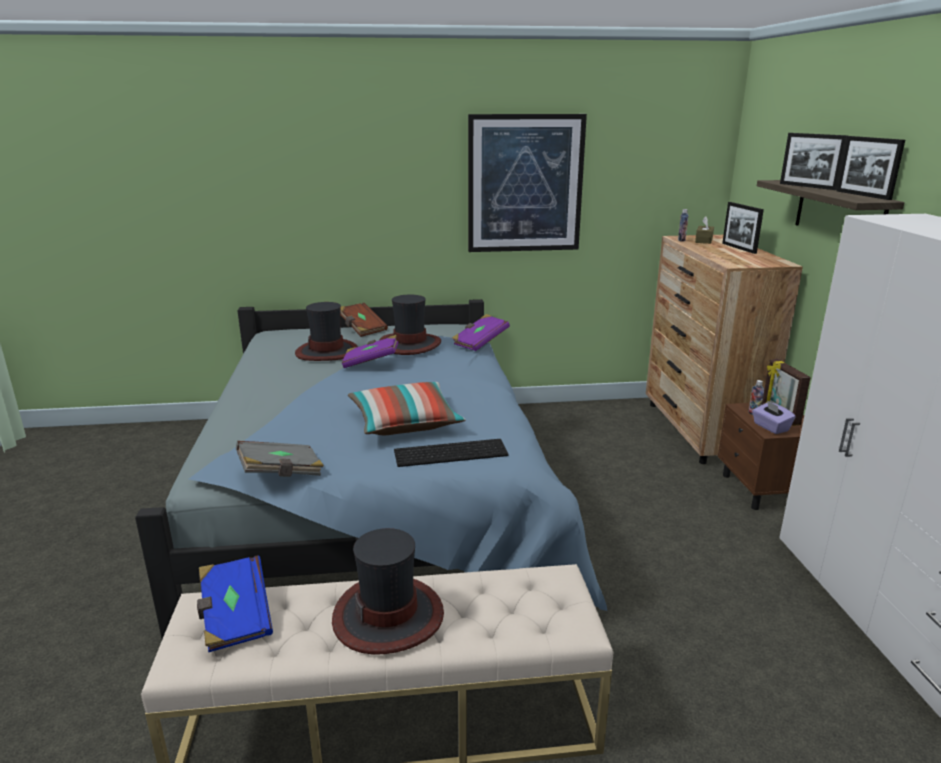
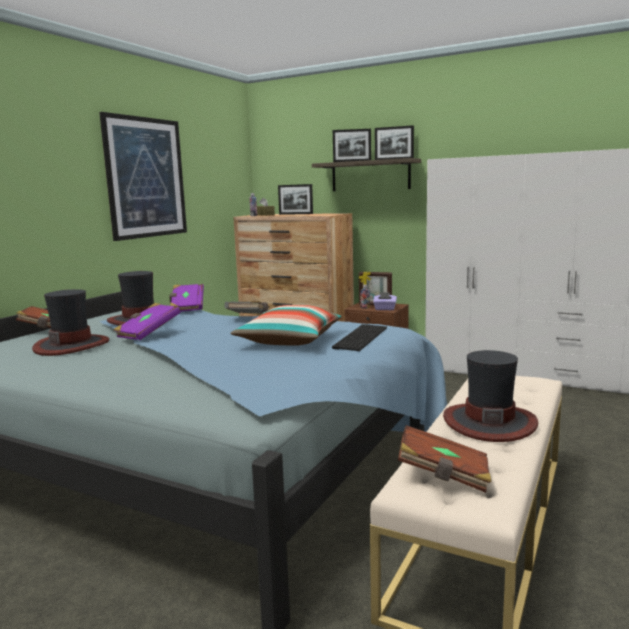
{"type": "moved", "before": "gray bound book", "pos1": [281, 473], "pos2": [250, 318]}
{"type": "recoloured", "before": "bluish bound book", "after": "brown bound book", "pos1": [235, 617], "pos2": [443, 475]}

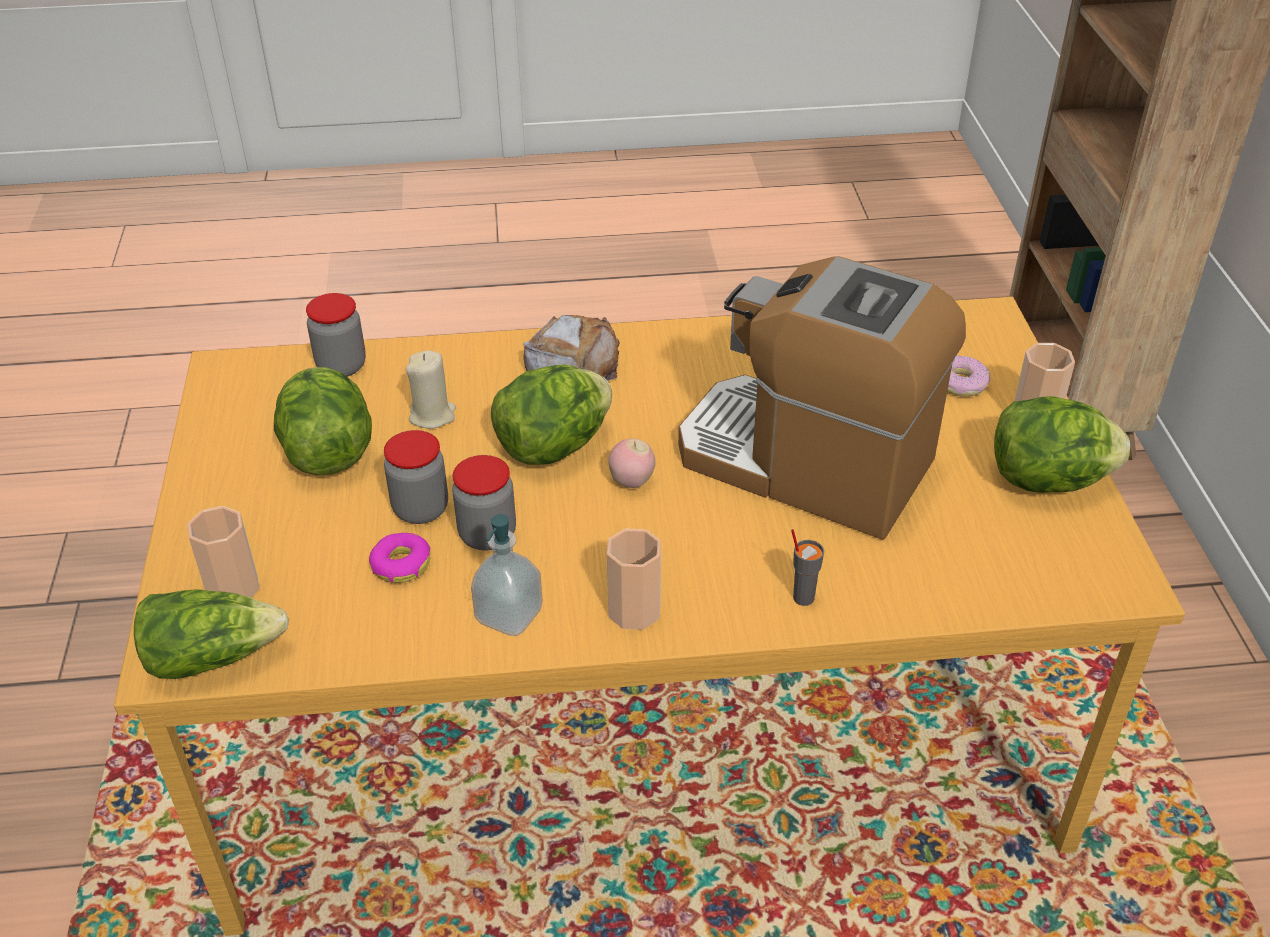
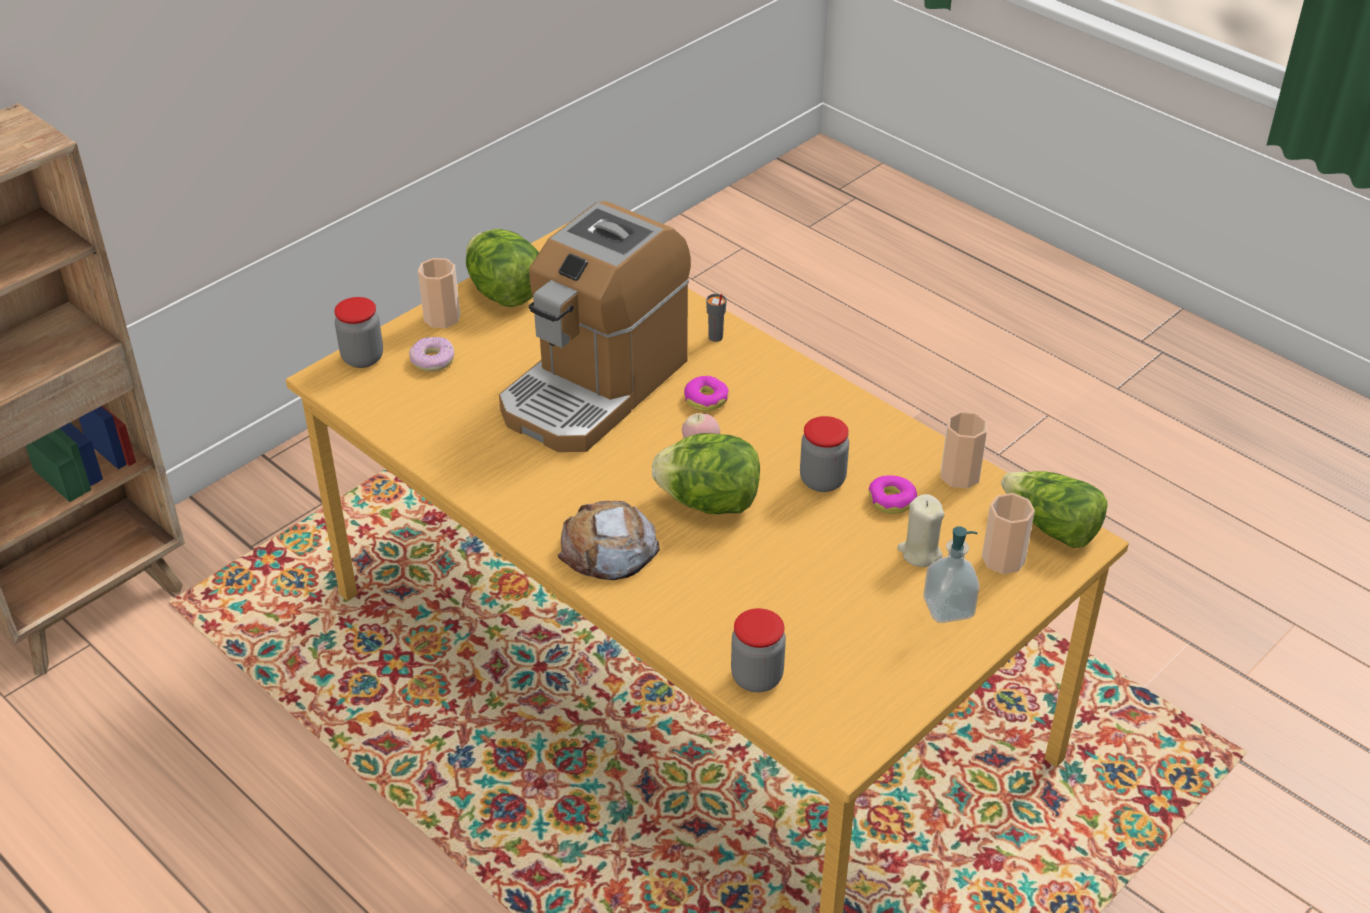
{"type": "removed", "before": "head of lettuce", "pos1": [328, 452]}
{"type": "added", "after": "doughnut", "pos2": [706, 399]}
{"type": "moved", "before": "storage jar", "pos1": [421, 509], "pos2": [362, 358]}
{"type": "moved", "before": "beige candle", "pos1": [432, 415], "pos2": [919, 552]}
{"type": "moved", "before": "soap bottle", "pos1": [509, 615], "pos2": [948, 608]}
{"type": "moved", "before": "cup", "pos1": [634, 610], "pos2": [960, 475]}
{"type": "turned", "before": "coffee machine", "pos1": [806, 463], "pos2": [594, 386], "turn": 45}

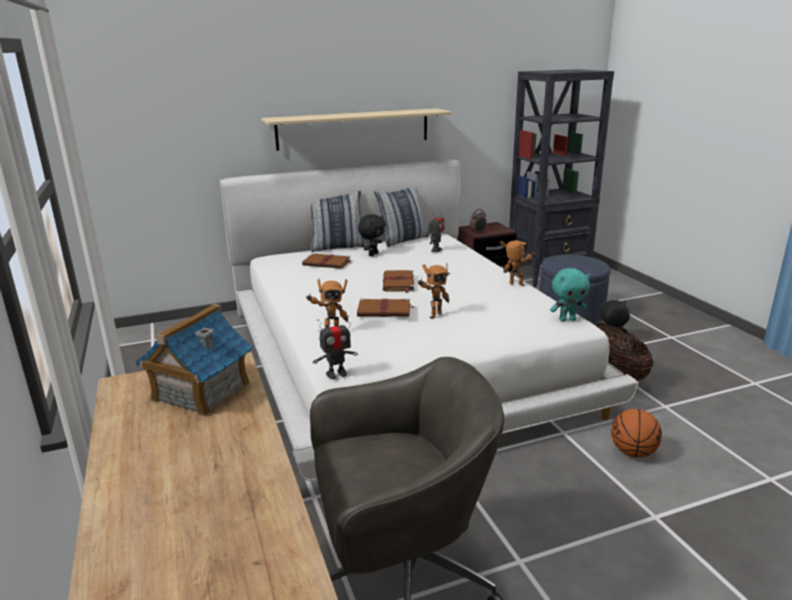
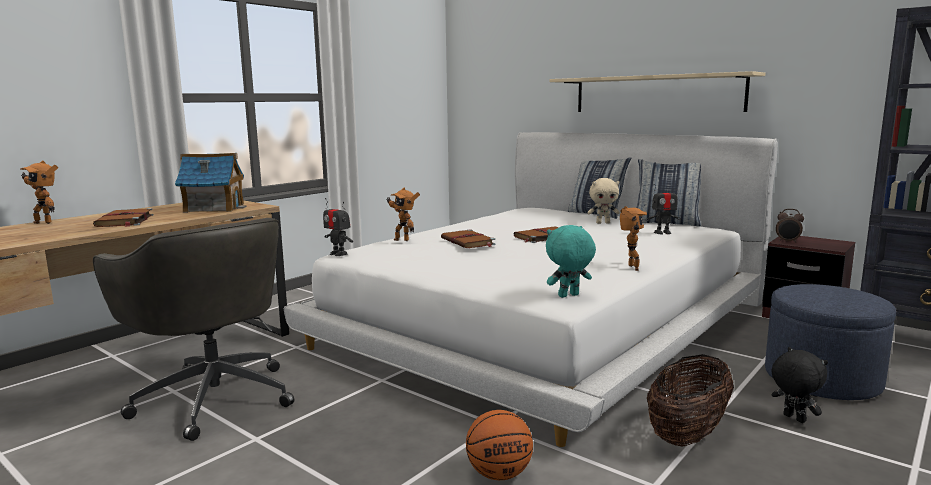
{"type": "moved", "before": "brown bound book", "pos1": [327, 263], "pos2": [125, 221]}
{"type": "moved", "before": "model robot", "pos1": [433, 315], "pos2": [44, 222]}
{"type": "recoloured", "before": "blackish soft toy", "after": "beige soft toy", "pos1": [372, 254], "pos2": [603, 223]}
{"type": "turned", "before": "turquoise-coloured soft toy", "pos1": [567, 320], "pos2": [569, 296], "turn": 105}

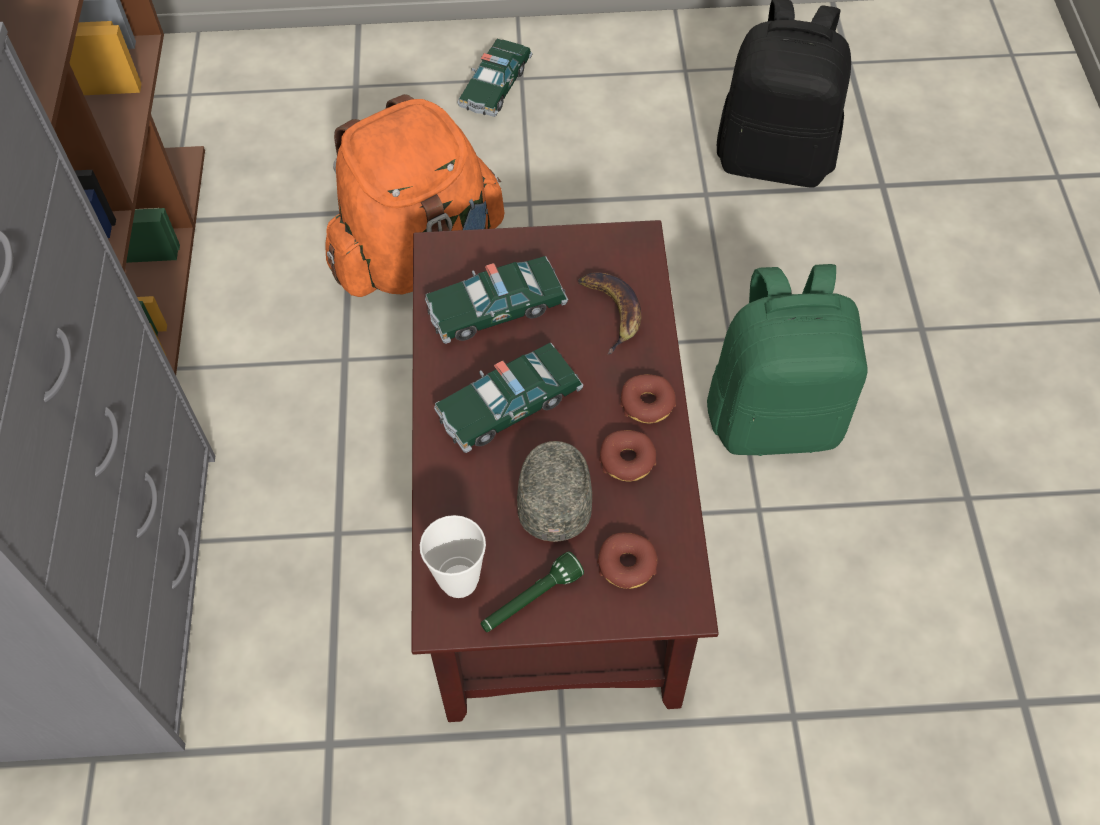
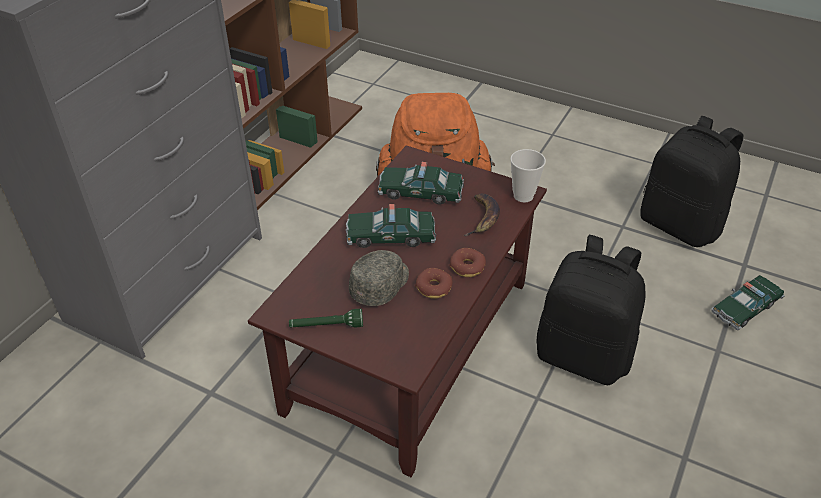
{"type": "removed", "before": "doughnut", "pos1": [627, 565]}
{"type": "moved", "before": "cup", "pos1": [459, 581], "pos2": [523, 196]}
{"type": "moved", "before": "toy car", "pos1": [496, 86], "pos2": [745, 308]}
{"type": "recoloured", "before": "green-coloured knapsack", "after": "blackish knapsack", "pos1": [775, 417], "pos2": [583, 355]}

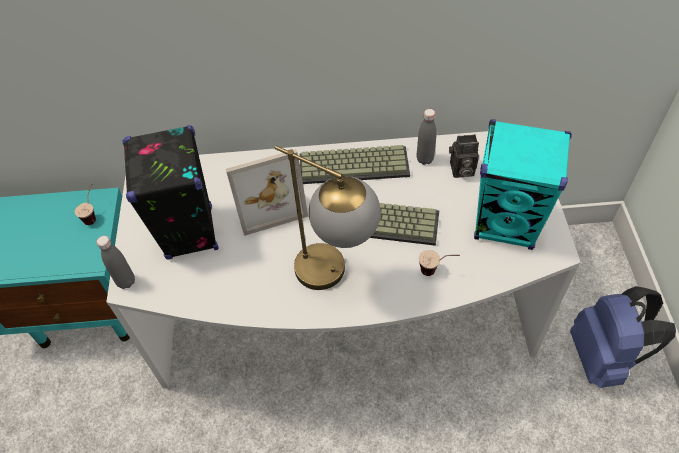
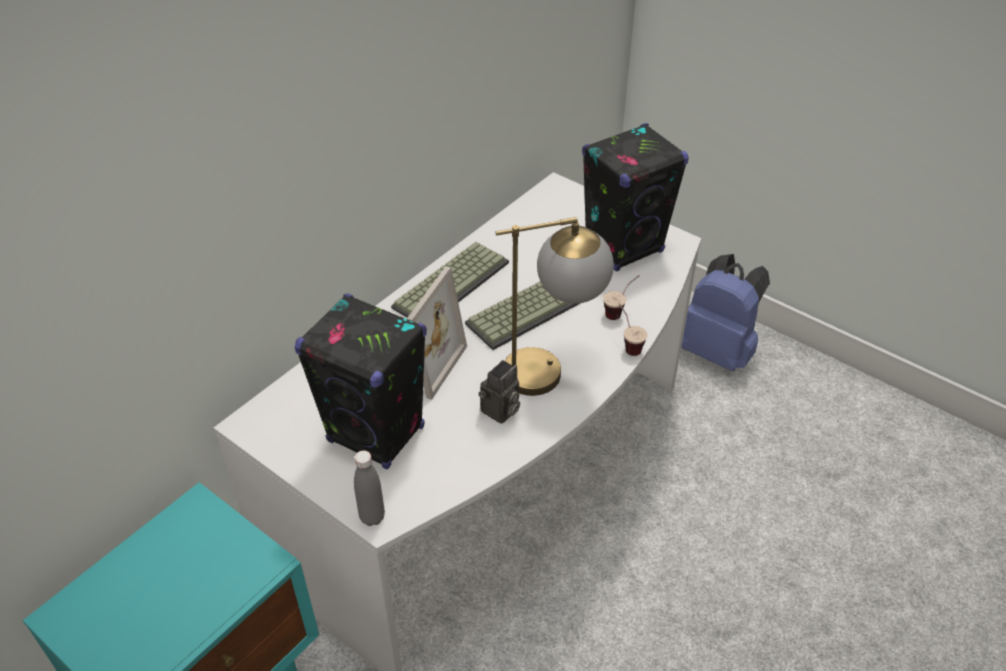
{"type": "removed", "before": "gray bottle", "pos1": [424, 159]}
{"type": "moved", "before": "cup", "pos1": [93, 214], "pos2": [627, 344]}
{"type": "moved", "before": "photo camera", "pos1": [461, 170], "pos2": [500, 412]}
{"type": "recoloured", "before": "turquoise-coloured speaker", "after": "blackish speaker", "pos1": [506, 225], "pos2": [624, 248]}

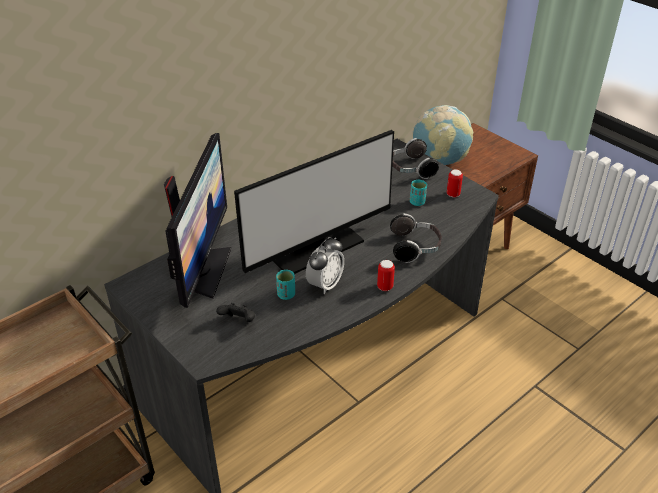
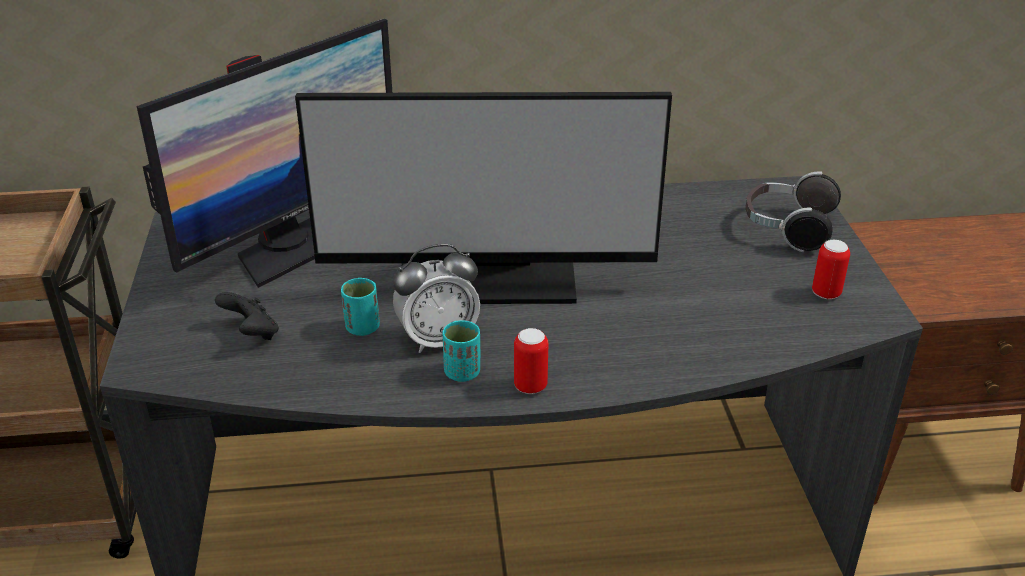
{"type": "removed", "before": "headphones", "pos1": [415, 248]}
{"type": "removed", "before": "desk globe", "pos1": [439, 160]}
{"type": "moved", "before": "turquoise-coloured cup", "pos1": [417, 202], "pos2": [462, 373]}

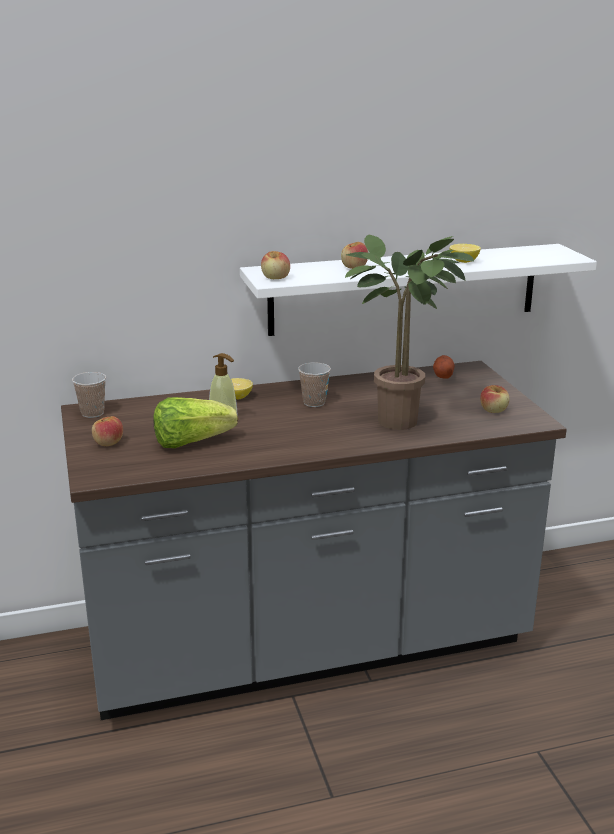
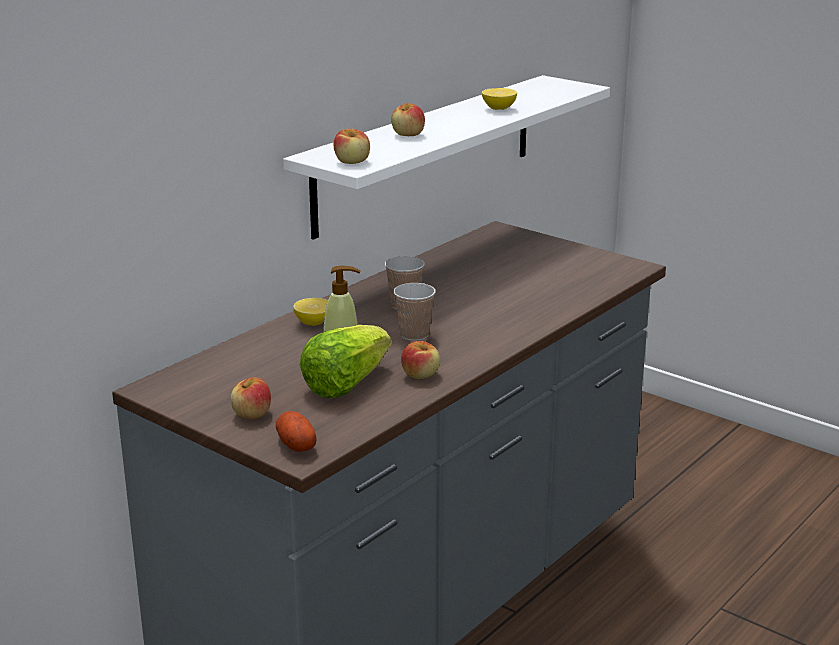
{"type": "removed", "before": "houseplant", "pos1": [405, 420]}
{"type": "moved", "before": "cup", "pos1": [92, 413], "pos2": [414, 335]}
{"type": "moved", "before": "spud", "pos1": [443, 375], "pos2": [296, 444]}
{"type": "moved", "before": "whole apple", "pos1": [494, 410], "pos2": [420, 374]}

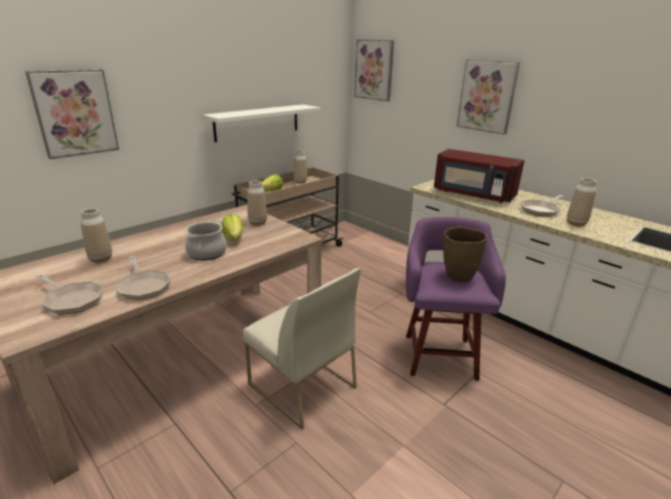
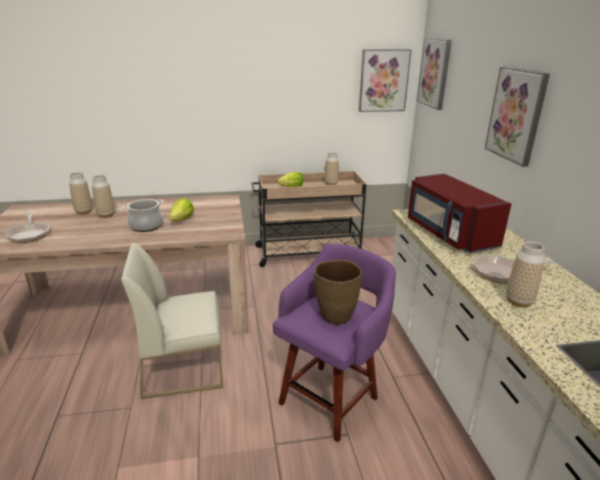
{"type": "removed", "before": "pan", "pos1": [143, 286]}
{"type": "removed", "before": "white-coloured shelf", "pos1": [257, 122]}
{"type": "moved", "before": "wall art", "pos1": [75, 113], "pos2": [383, 80]}
{"type": "moved", "before": "vase", "pos1": [257, 223], "pos2": [106, 215]}
{"type": "turned", "before": "white-coloured chair", "pos1": [301, 386], "pos2": [184, 367], "turn": 90}

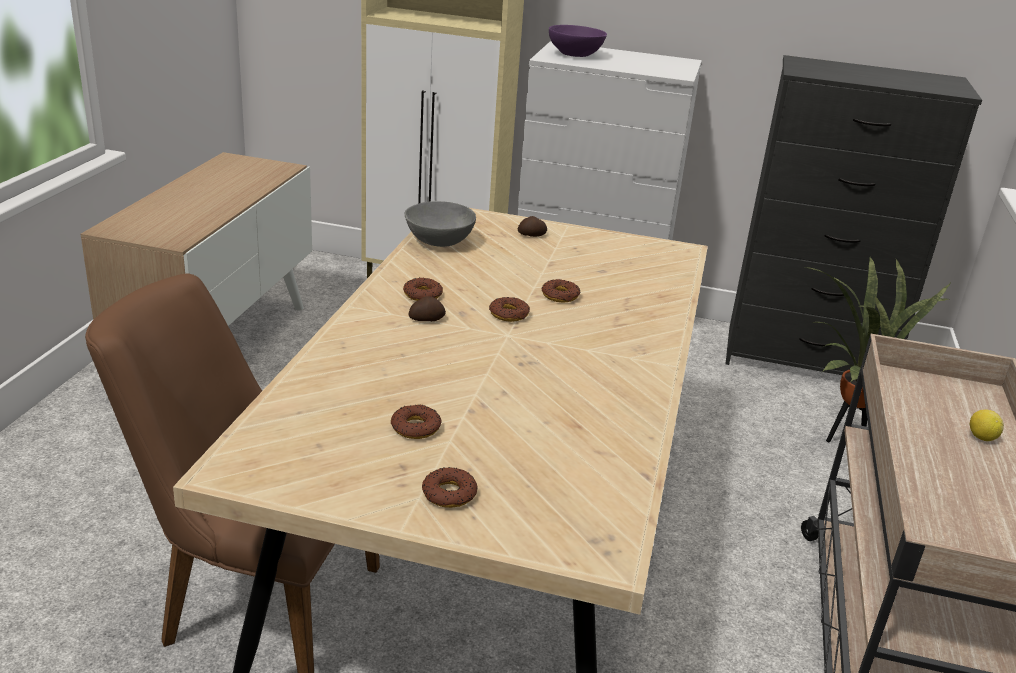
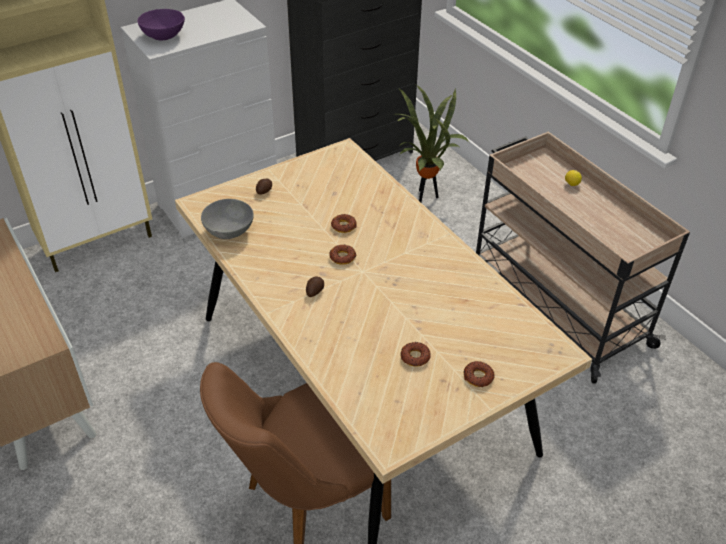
{"type": "removed", "before": "doughnut", "pos1": [422, 294]}

